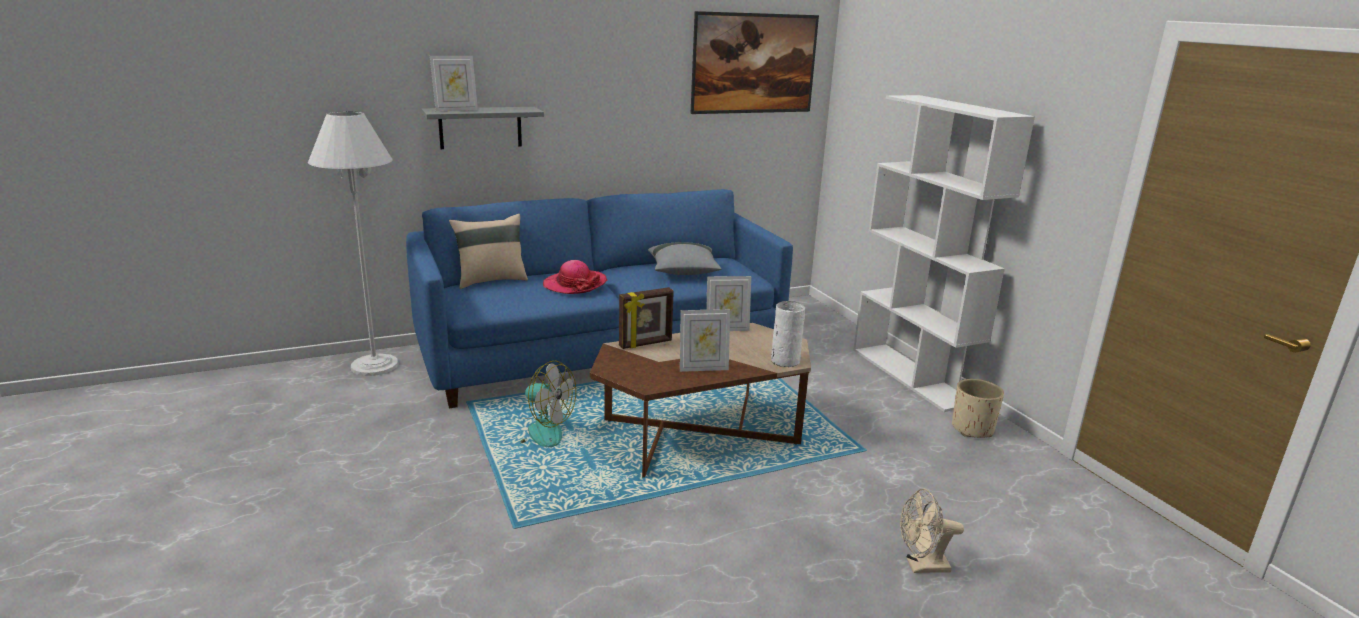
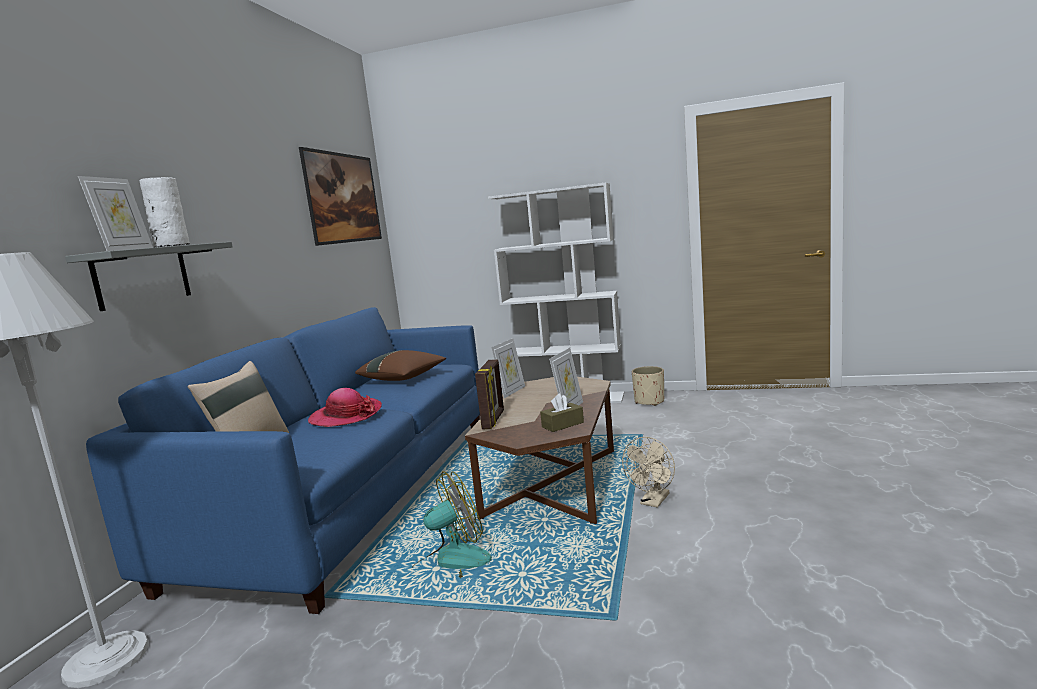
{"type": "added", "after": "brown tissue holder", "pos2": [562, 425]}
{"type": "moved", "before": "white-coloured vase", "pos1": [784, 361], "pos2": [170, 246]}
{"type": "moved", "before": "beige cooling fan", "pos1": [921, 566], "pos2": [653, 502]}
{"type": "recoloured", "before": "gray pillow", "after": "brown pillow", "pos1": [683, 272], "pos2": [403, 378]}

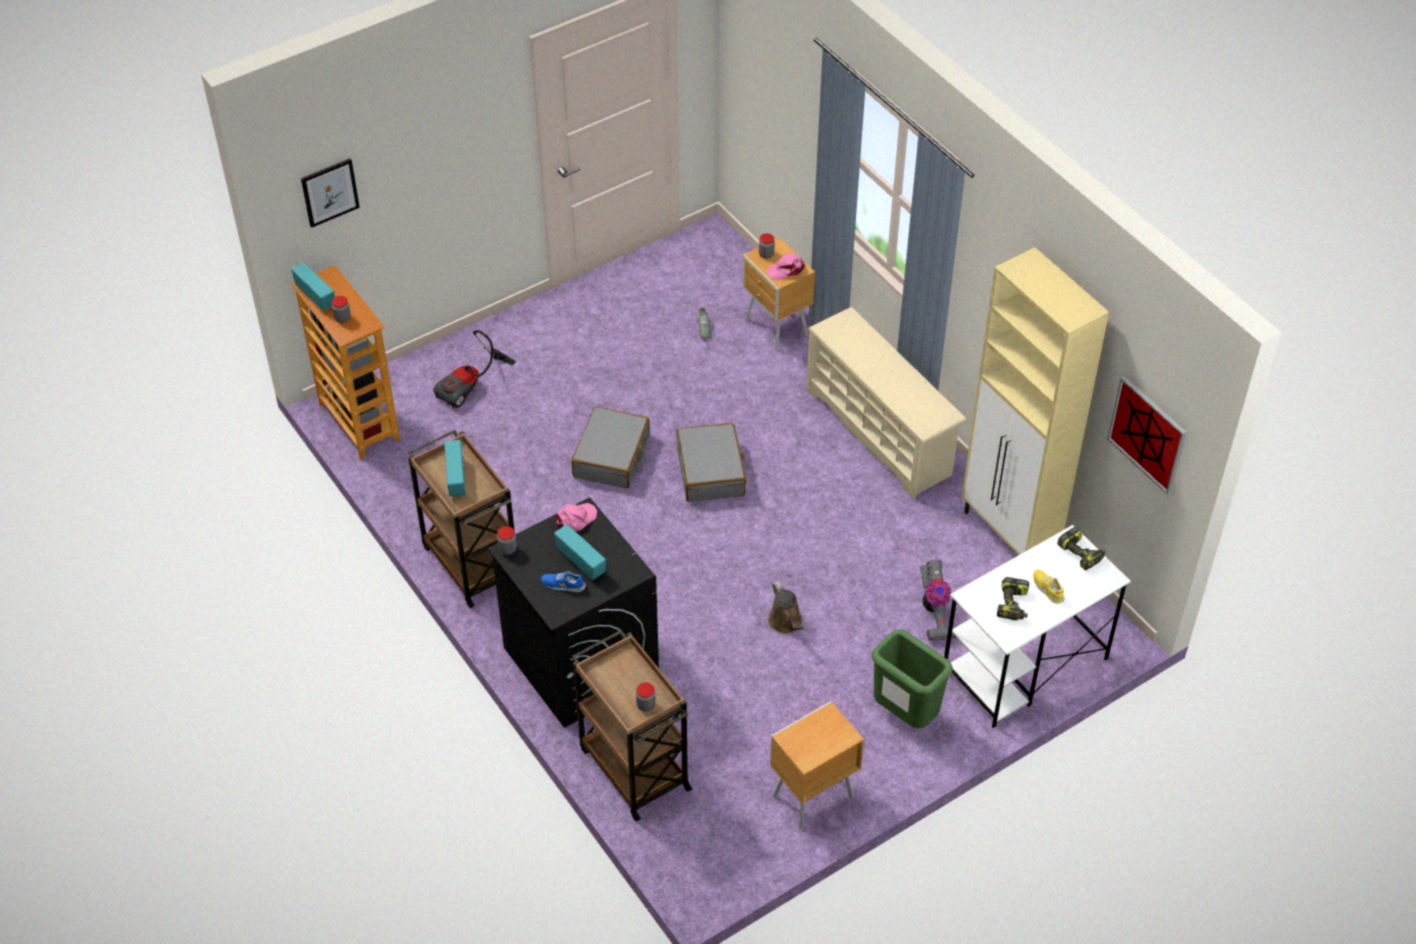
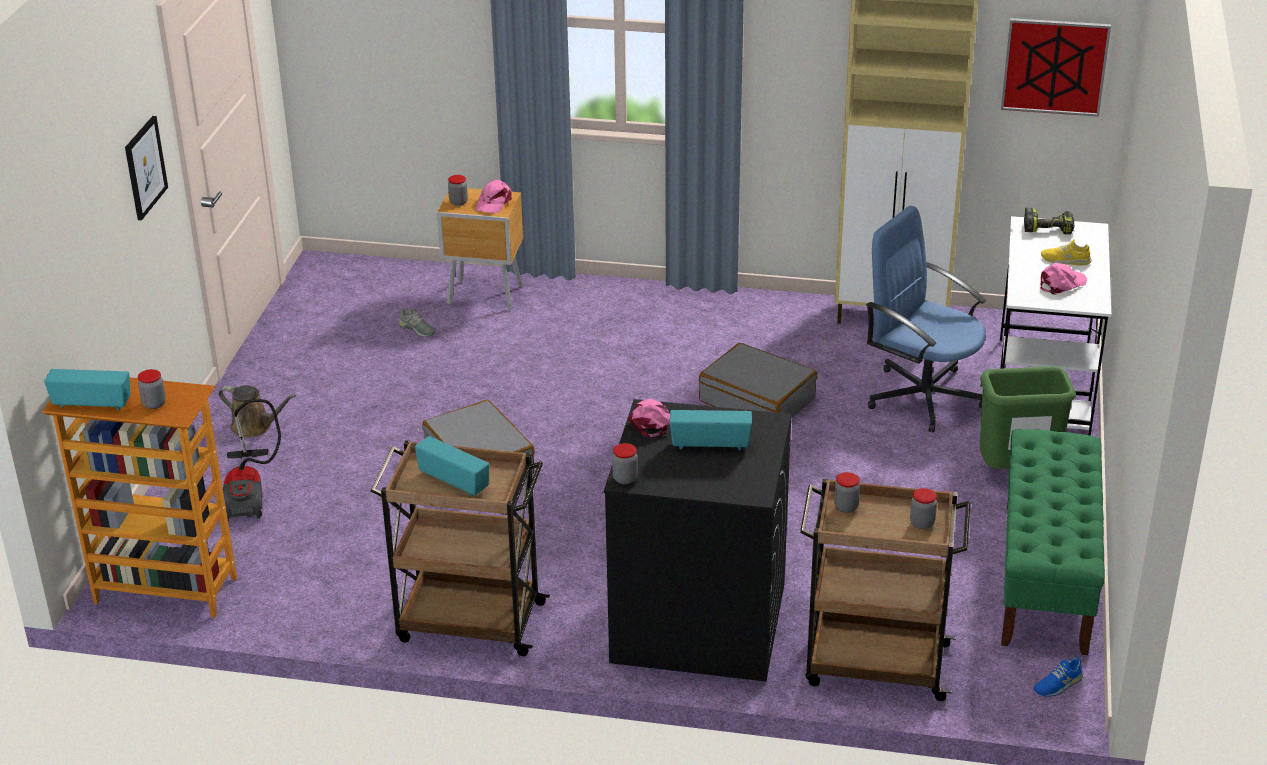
{"type": "removed", "before": "beige shoe stand", "pos1": [880, 432]}
{"type": "added", "after": "storage jar", "pos2": [846, 507]}
{"type": "moved", "before": "wall art", "pos1": [330, 192], "pos2": [145, 167]}
{"type": "moved", "before": "bluish item of footwear", "pos1": [563, 584], "pos2": [1058, 684]}
{"type": "moved", "before": "gray suitcase", "pos1": [711, 471], "pos2": [757, 400]}
{"type": "moved", "before": "brown sprinkling can", "pos1": [786, 623], "pos2": [255, 427]}
{"type": "replaced", "before": "brown night table", "after": "green-coloured bench", "pos1": [811, 797], "pos2": [1045, 577]}
{"type": "replaced", "before": "vacuum", "after": "bluish desk chair", "pos1": [934, 611], "pos2": [923, 396]}
{"type": "replaced", "before": "drill", "after": "pink-coloured cap", "pos1": [1013, 605], "pos2": [1061, 284]}

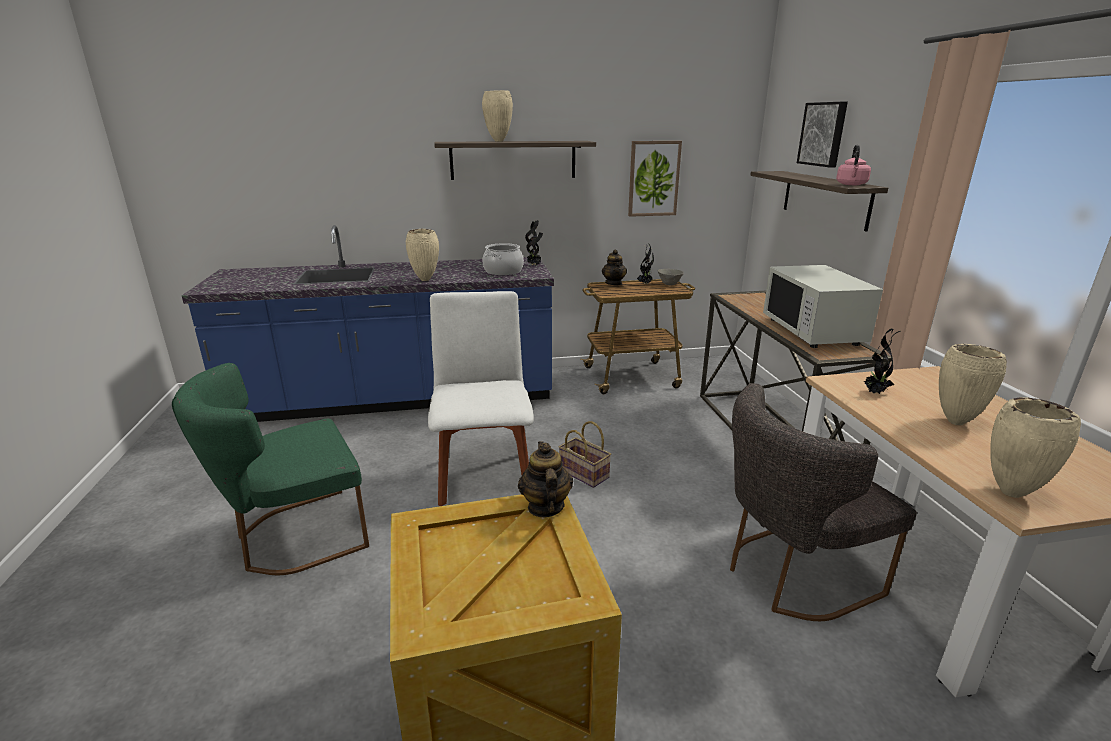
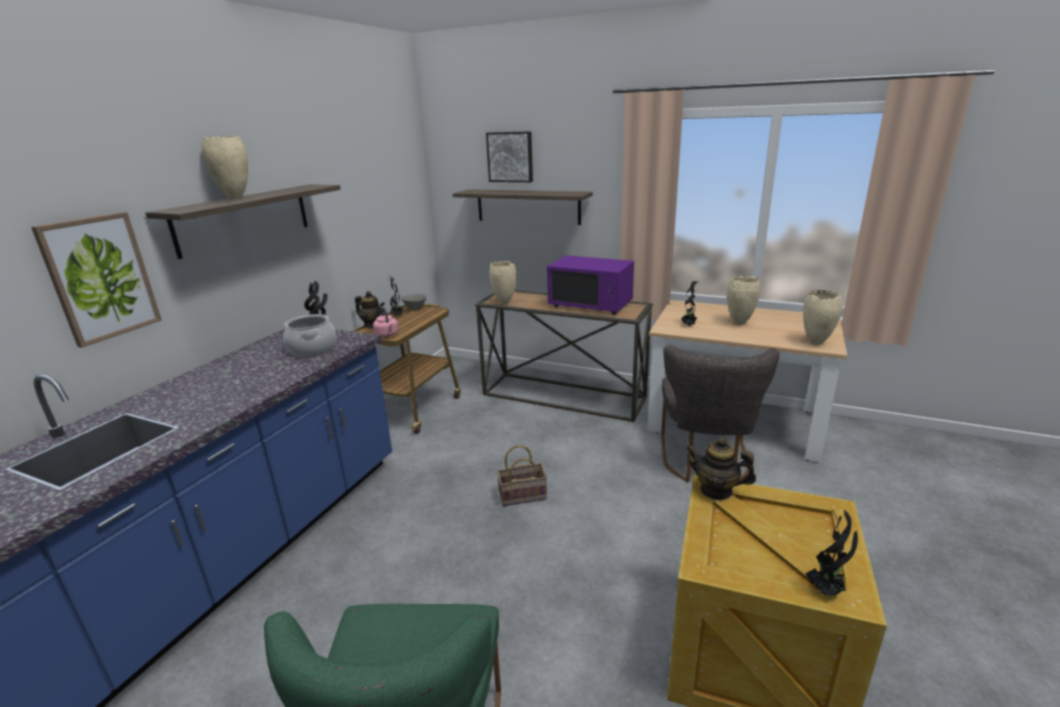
{"type": "removed", "before": "white-coloured chair", "pos1": [484, 474]}
{"type": "added", "after": "houseplant", "pos2": [826, 590]}
{"type": "moved", "before": "beige vase", "pos1": [426, 280], "pos2": [505, 303]}
{"type": "moved", "before": "wall art", "pos1": [653, 178], "pos2": [100, 278]}
{"type": "moved", "before": "pink-coloured tea kettle", "pos1": [851, 184], "pos2": [387, 335]}
{"type": "recoloured", "before": "white-coloured microwave", "after": "purple-coloured microwave", "pos1": [813, 331], "pos2": [591, 304]}

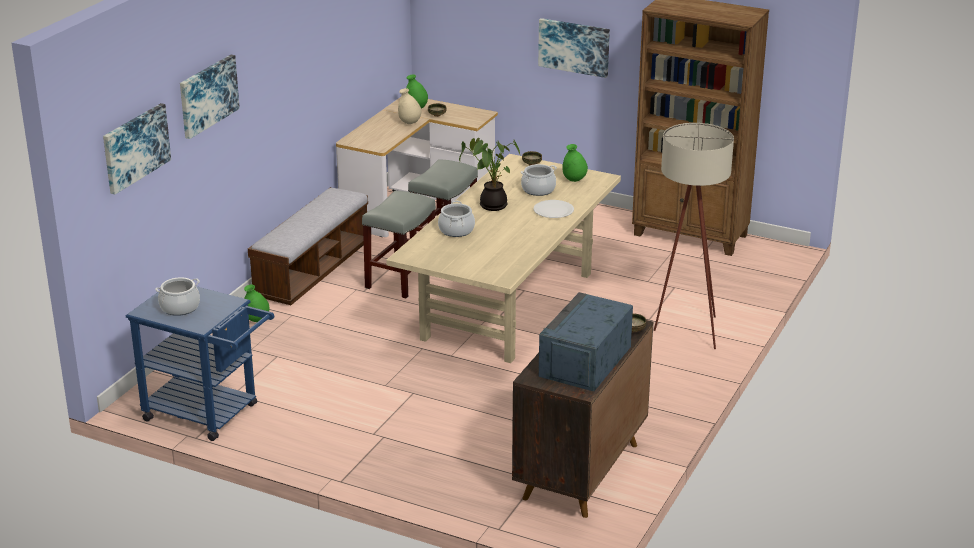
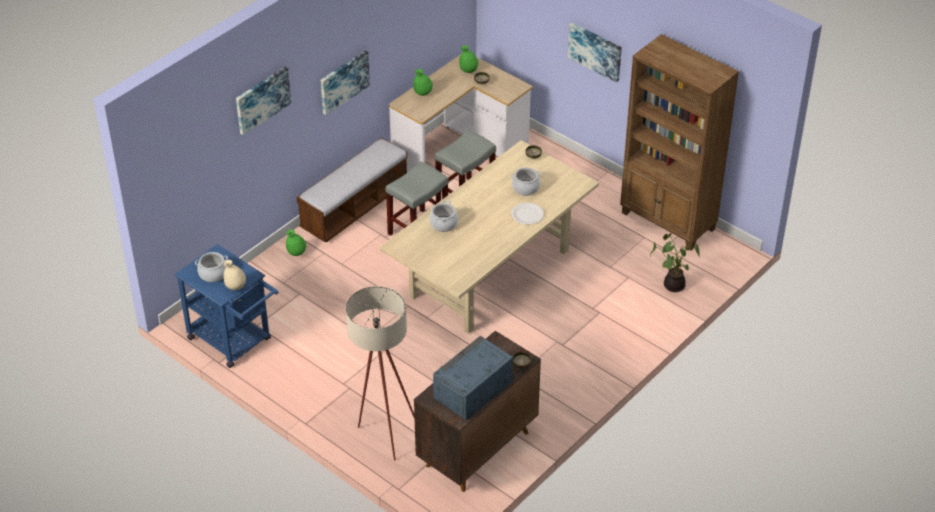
{"type": "moved", "before": "wall art", "pos1": [135, 147], "pos2": [343, 81]}
{"type": "moved", "before": "beige vase", "pos1": [409, 123], "pos2": [235, 287]}
{"type": "moved", "before": "houseplant", "pos1": [491, 205], "pos2": [672, 284]}
{"type": "moved", "before": "green-coloured vase", "pos1": [574, 180], "pos2": [423, 93]}
{"type": "moved", "before": "beige standard lamp", "pos1": [685, 331], "pos2": [383, 434]}

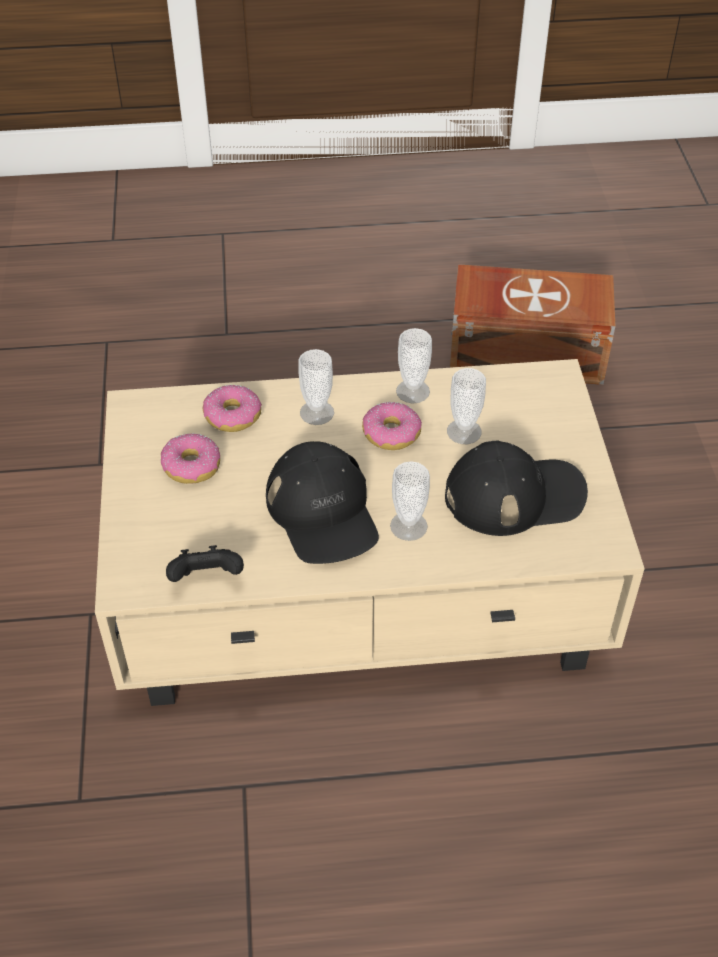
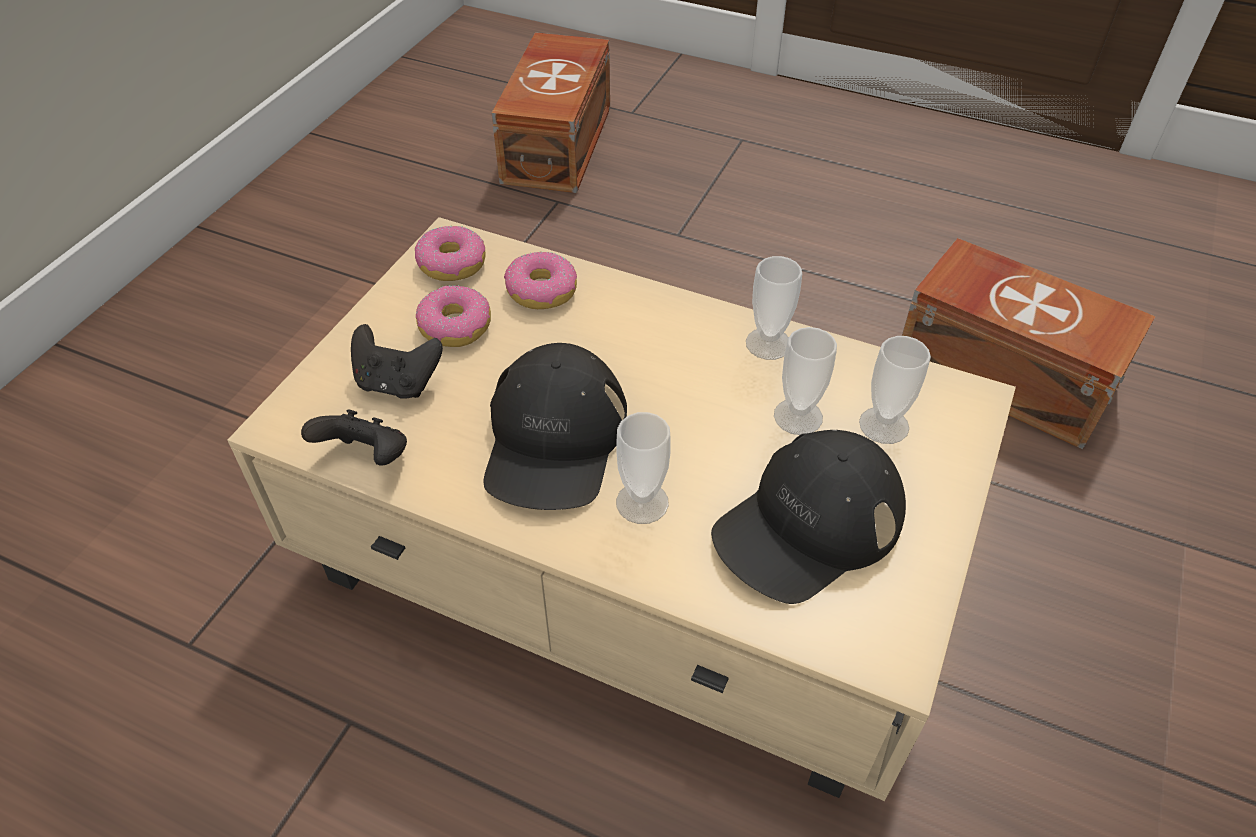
{"type": "added", "after": "blackish joypad", "pos2": [398, 383]}
{"type": "added", "after": "brown storage box", "pos2": [560, 143]}
{"type": "moved", "before": "cup", "pos1": [317, 413], "pos2": [883, 425]}
{"type": "moved", "before": "doughnut", "pos1": [391, 434], "pos2": [451, 264]}
{"type": "turned", "before": "blackish cap", "pos1": [515, 495], "pos2": [808, 525], "turn": 120}

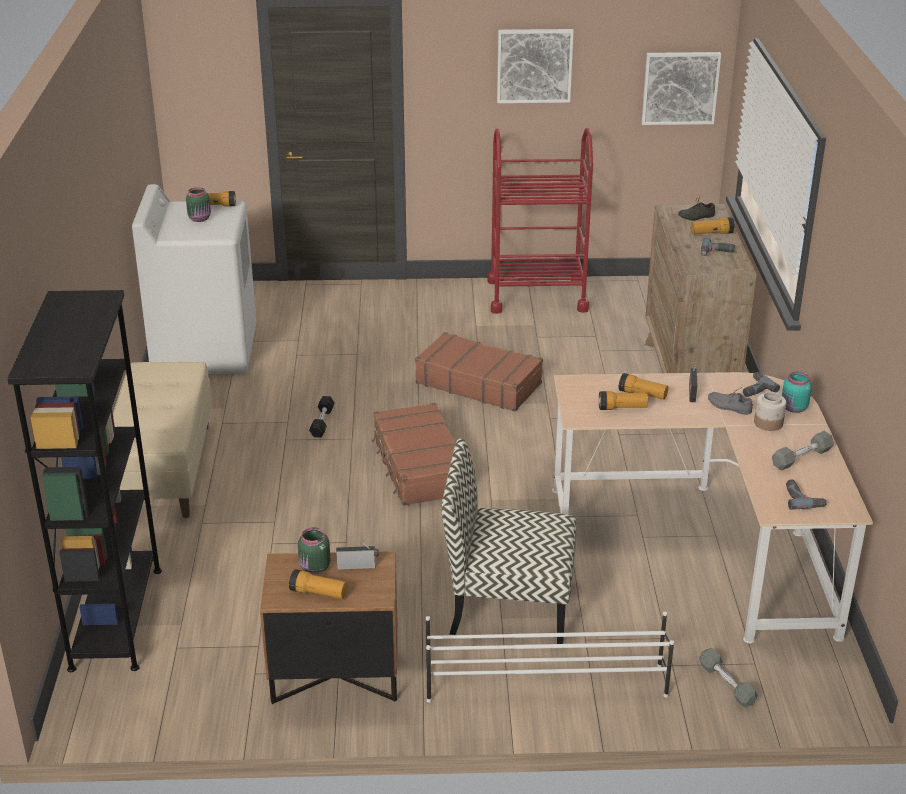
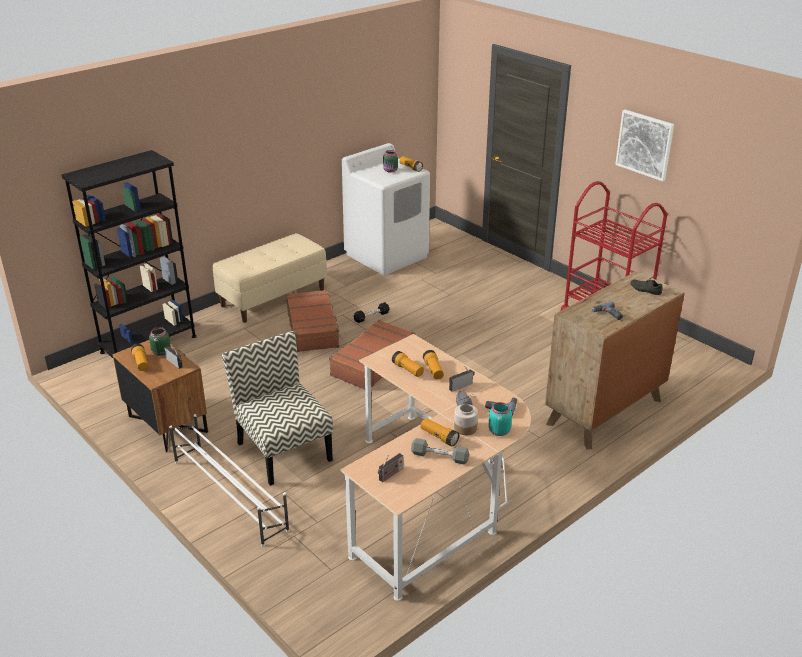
{"type": "removed", "before": "wall art", "pos1": [680, 88]}
{"type": "removed", "before": "gray dumbbell", "pos1": [726, 684]}
{"type": "moved", "before": "brown suitcase", "pos1": [478, 383], "pos2": [313, 328]}
{"type": "moved", "before": "flashlight", "pos1": [711, 233], "pos2": [439, 437]}
{"type": "replaced", "before": "drill", "after": "radio", "pos1": [803, 499], "pos2": [390, 475]}

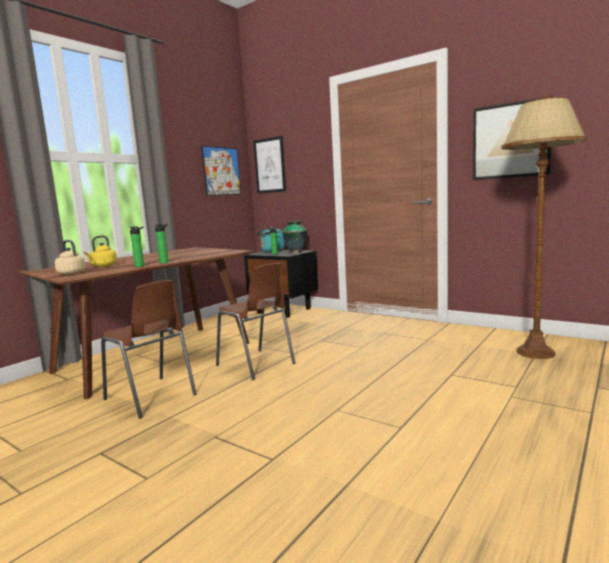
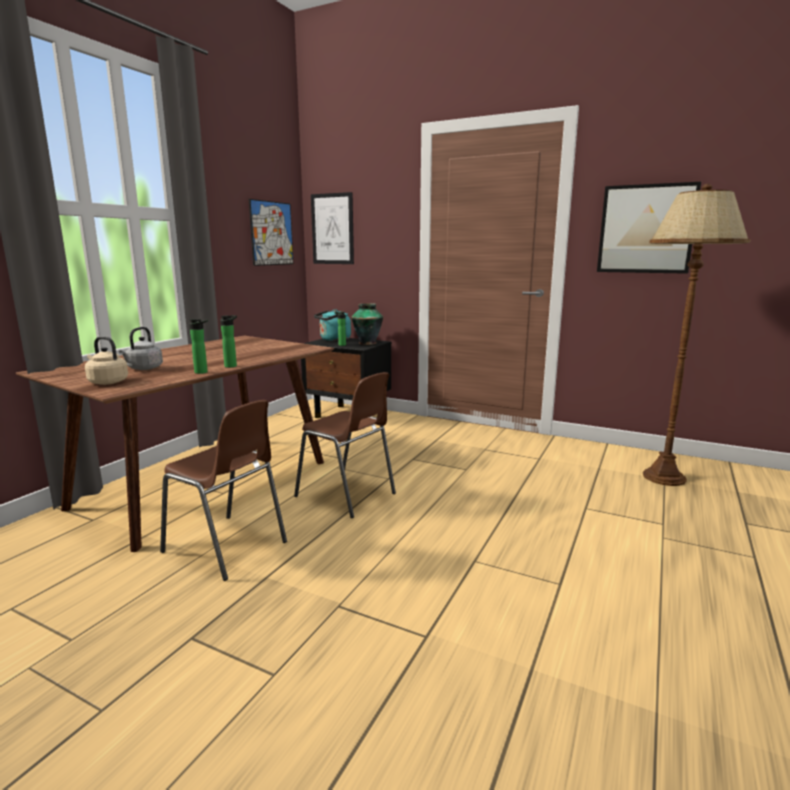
{"type": "recoloured", "before": "yellow-coloured tea kettle", "after": "gray tea kettle", "pos1": [103, 266], "pos2": [143, 368]}

